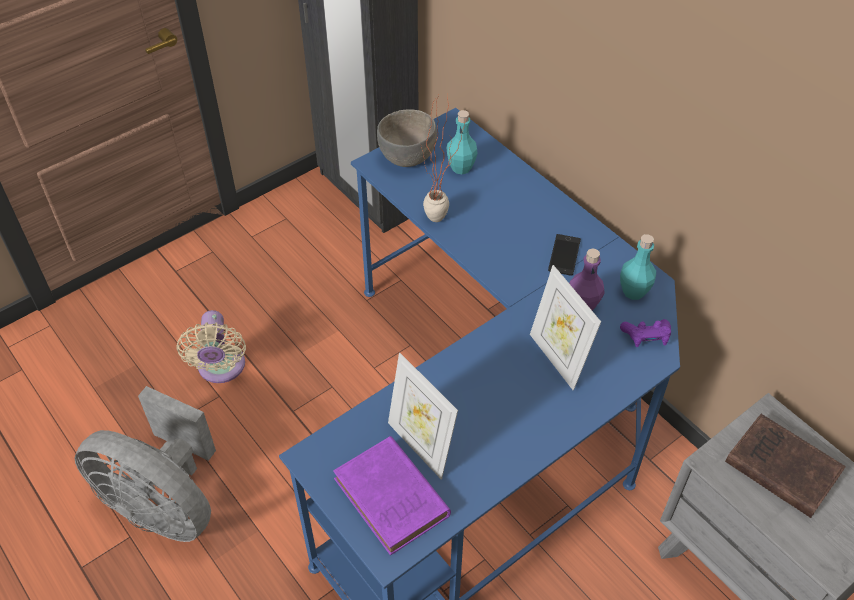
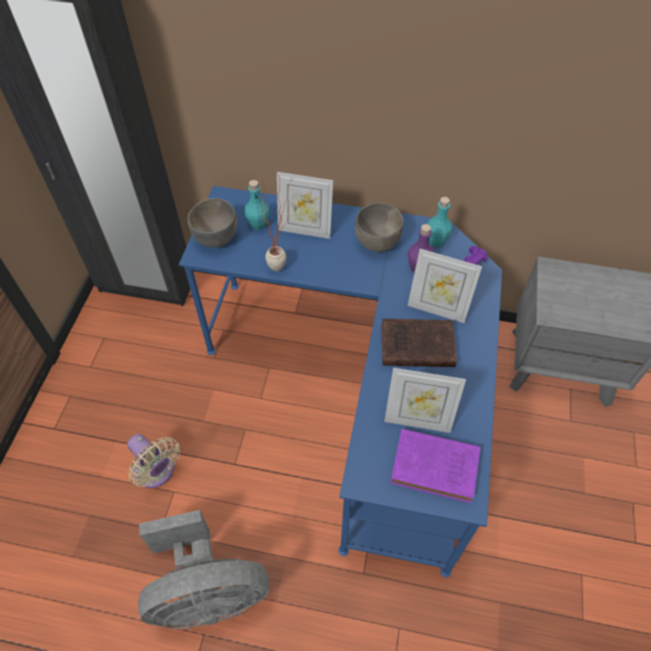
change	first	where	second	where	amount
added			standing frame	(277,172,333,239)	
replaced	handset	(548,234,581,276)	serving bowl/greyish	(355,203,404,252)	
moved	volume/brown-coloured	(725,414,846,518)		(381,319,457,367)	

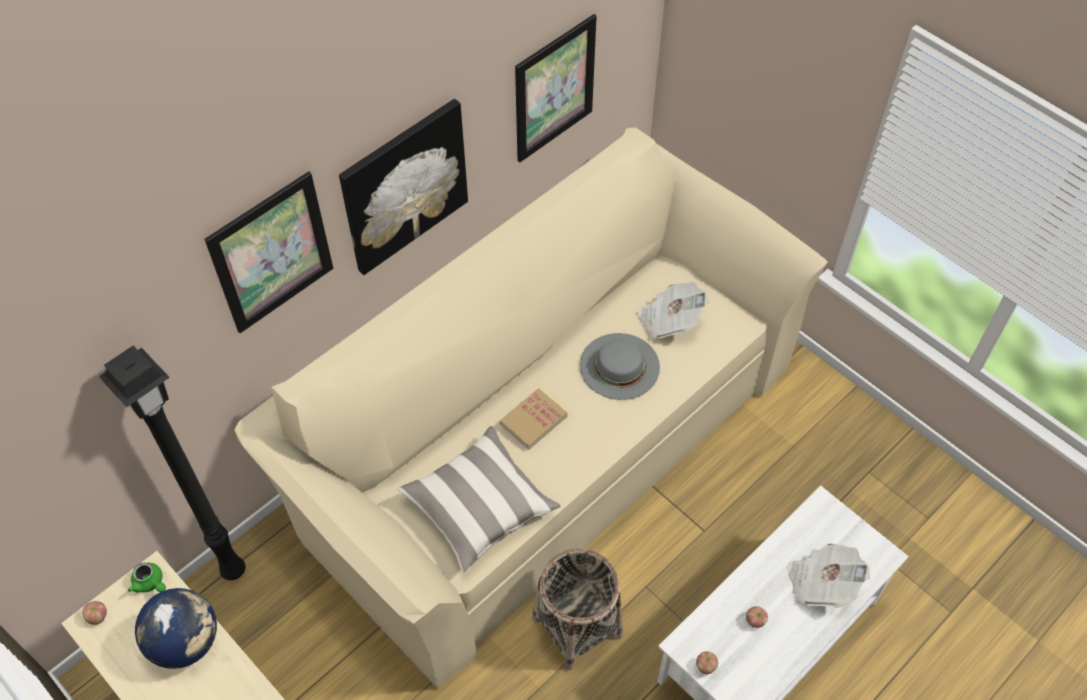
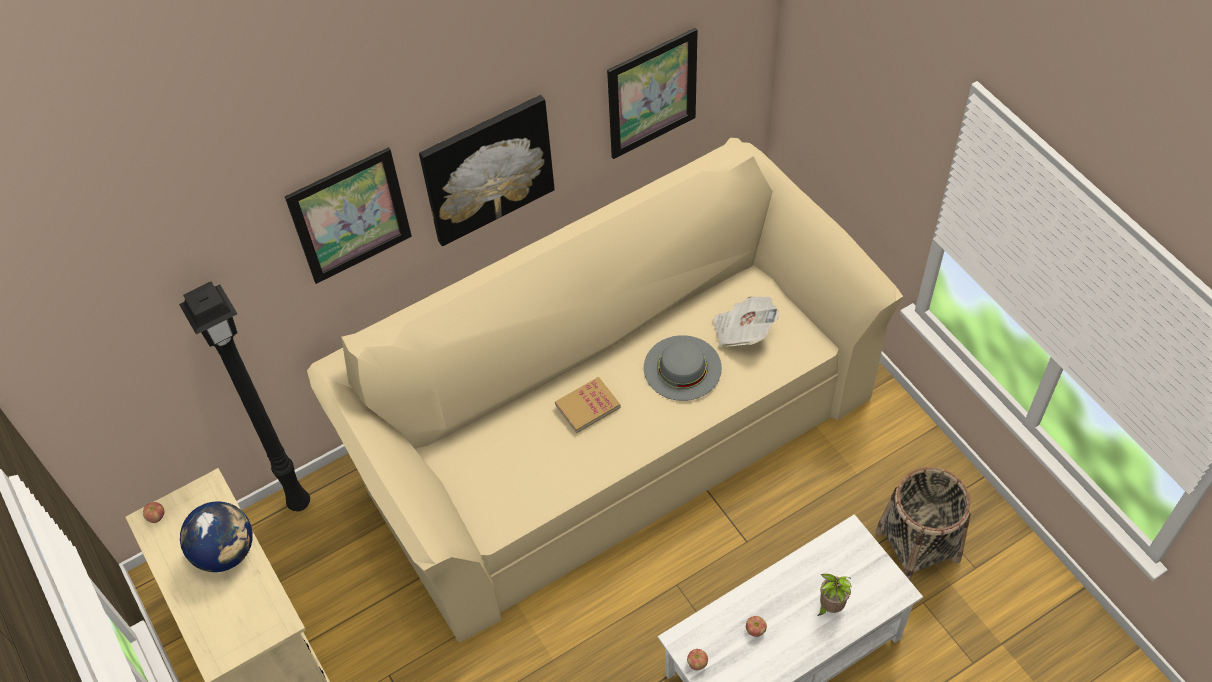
change	first	where	second	where	amount
replaced	printed paper	(787,543,870,608)	plant in a pot	(817,574,851,616)	
moved	storage basket	(532,548,623,670)		(876,467,971,581)	
removed	teapot/green-coloured	(128,562,166,593)			
removed	cushion	(397,426,561,573)			

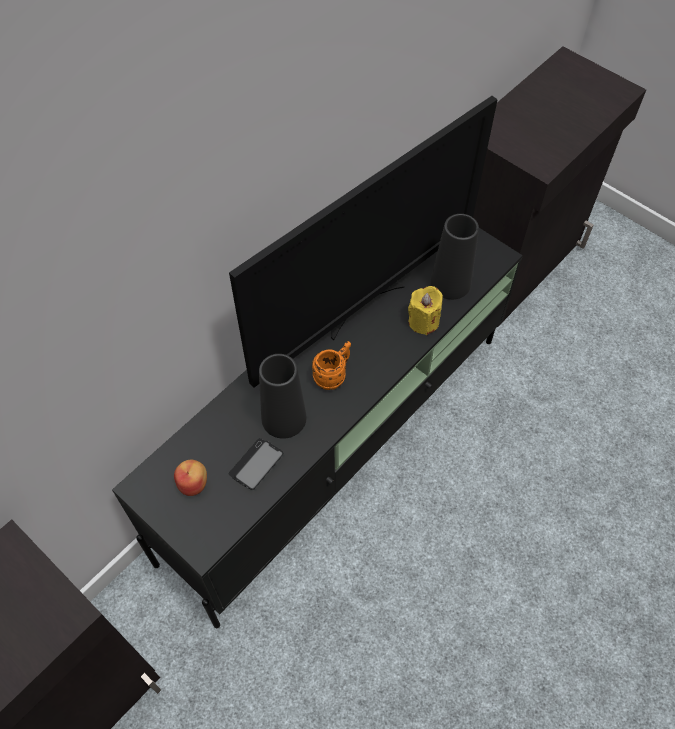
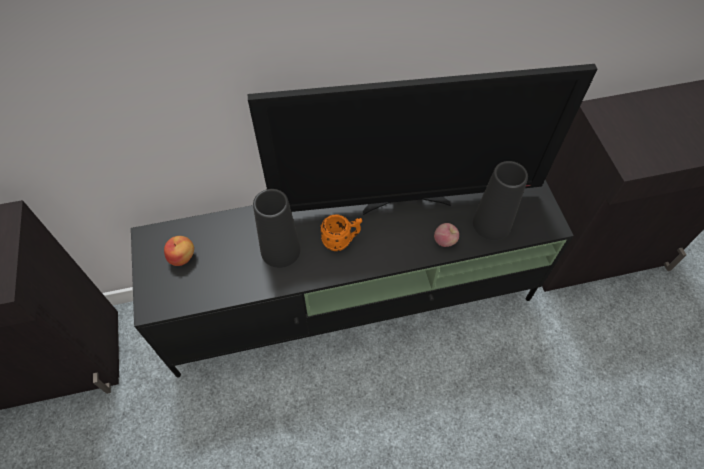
change	first	where	second	where	amount
replaced	candle/yellow-coloured	(408,286,443,335)	apple fruit	(434,223,459,247)	
removed	handset	(229,438,284,490)			

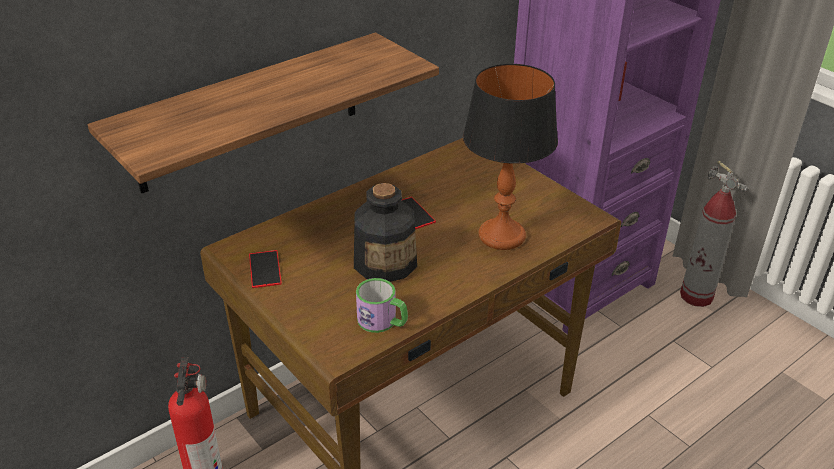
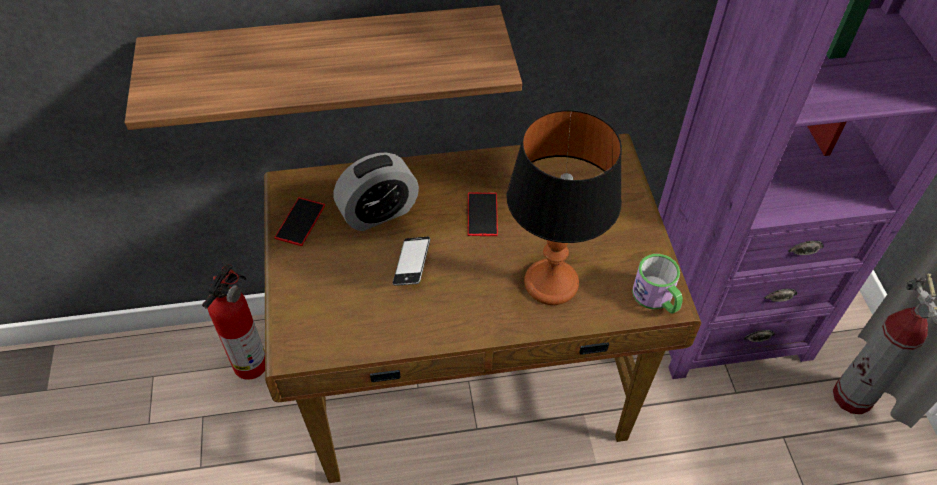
change	first	where	second	where	amount
added			alarm clock	(334,153,419,231)	
replaced	beverage bottle	(354,183,417,282)	handset	(393,236,430,286)	
moved	tea mug	(356,278,408,333)		(632,254,683,314)	

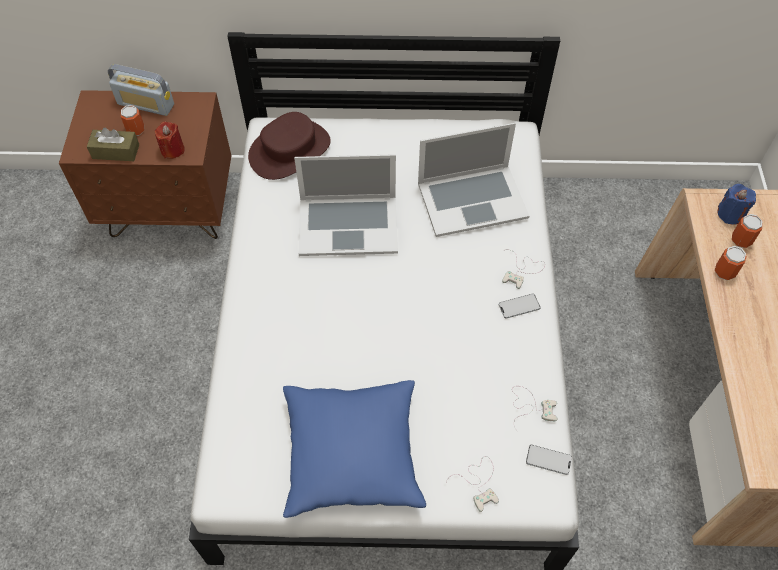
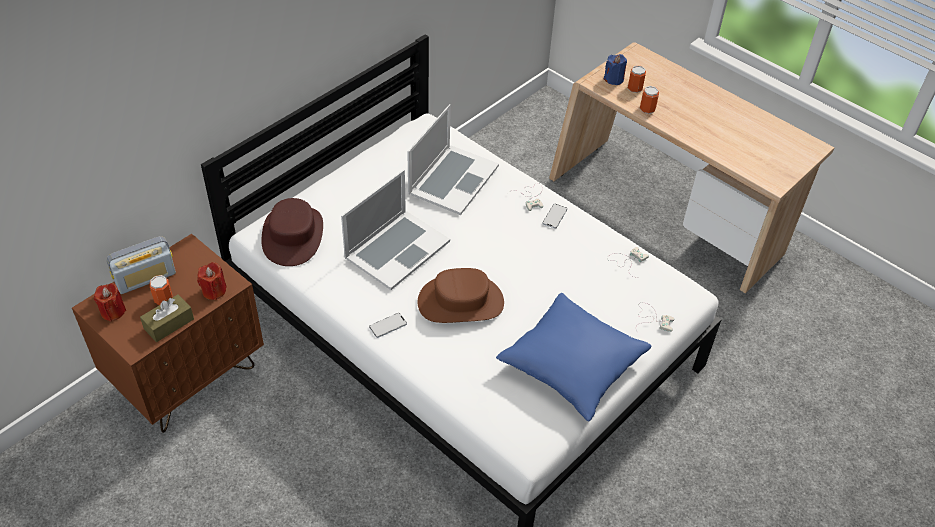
change	first	where	second	where	amount
added			candle/red	(94,283,126,322)	
moved	handset	(526,445,572,475)		(369,313,407,338)	
added			wearable hat/brown-coloured	(418,268,504,323)	

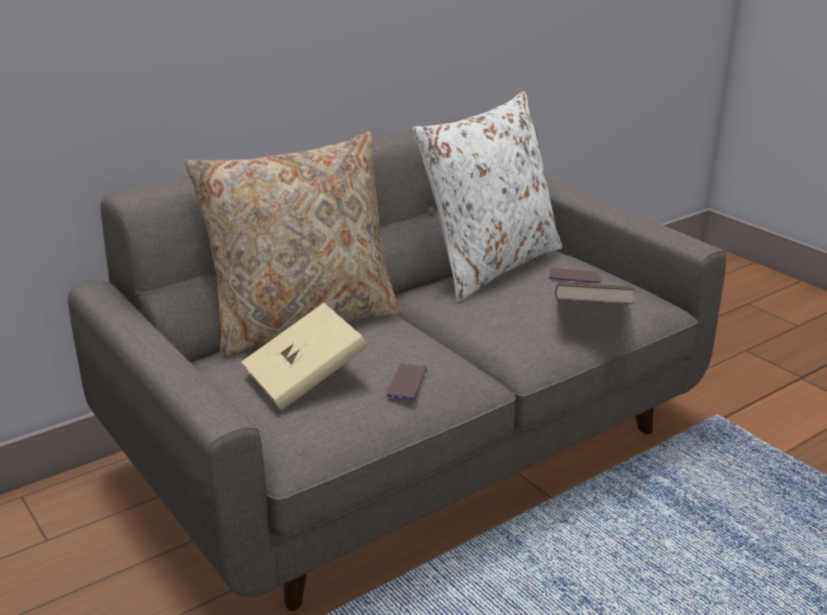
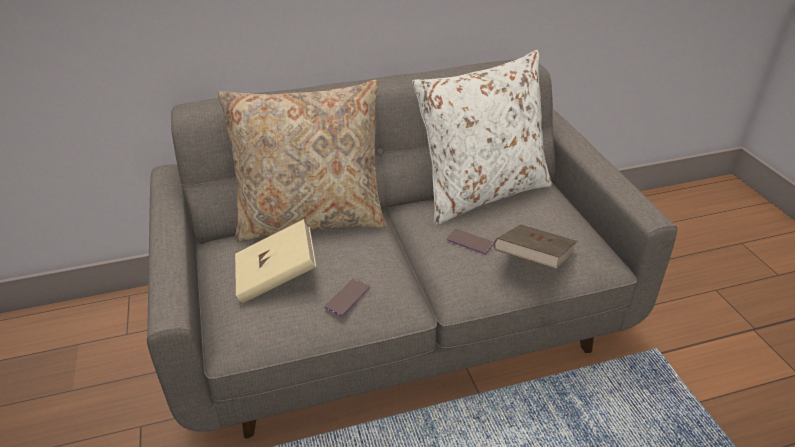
change	first	where	second	where	amount
moved	handset	(549,268,601,283)		(447,229,494,254)	

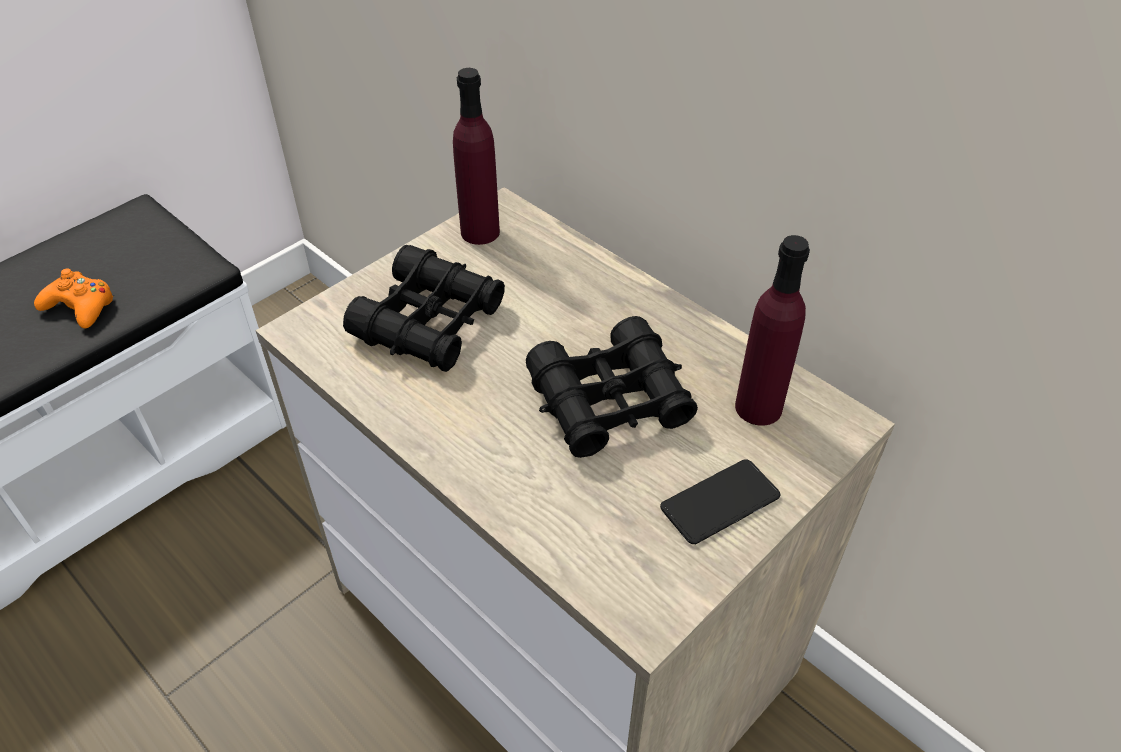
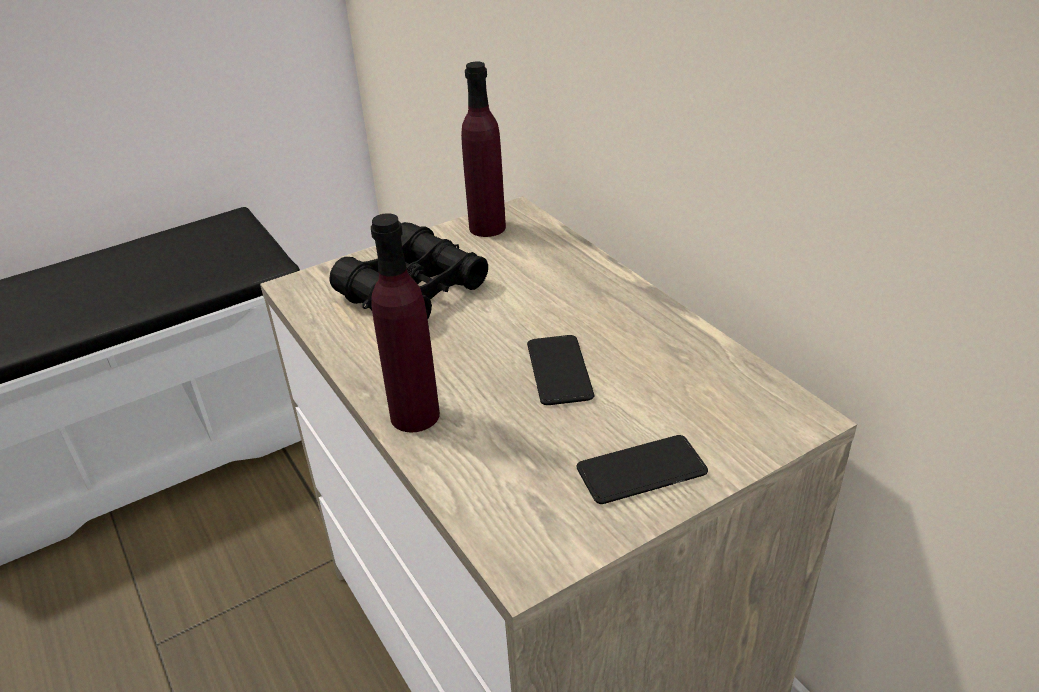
change	first	where	second	where	amount
moved	beverage bottle/purple	(735,235,810,426)		(371,213,440,432)	
replaced	pair of binoculars/black	(526,316,698,458)	handset	(527,335,594,405)	
removed	joypad/orange-coloured	(34,268,114,329)			

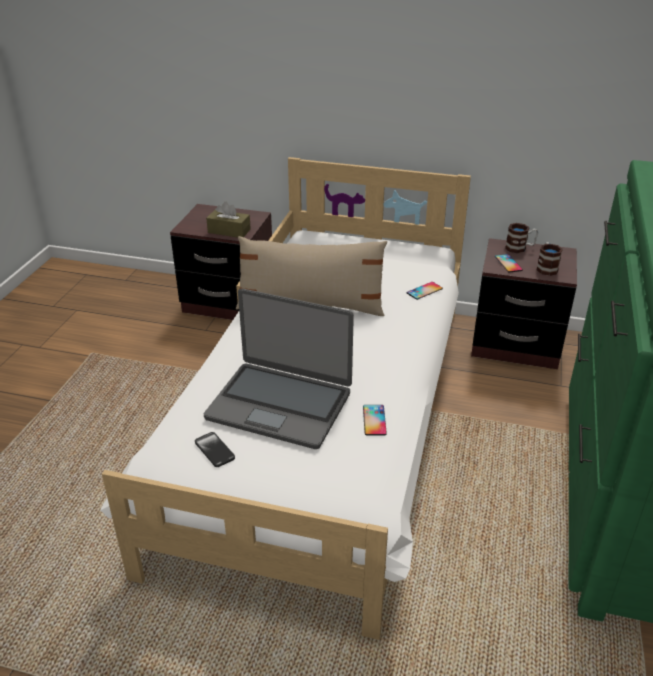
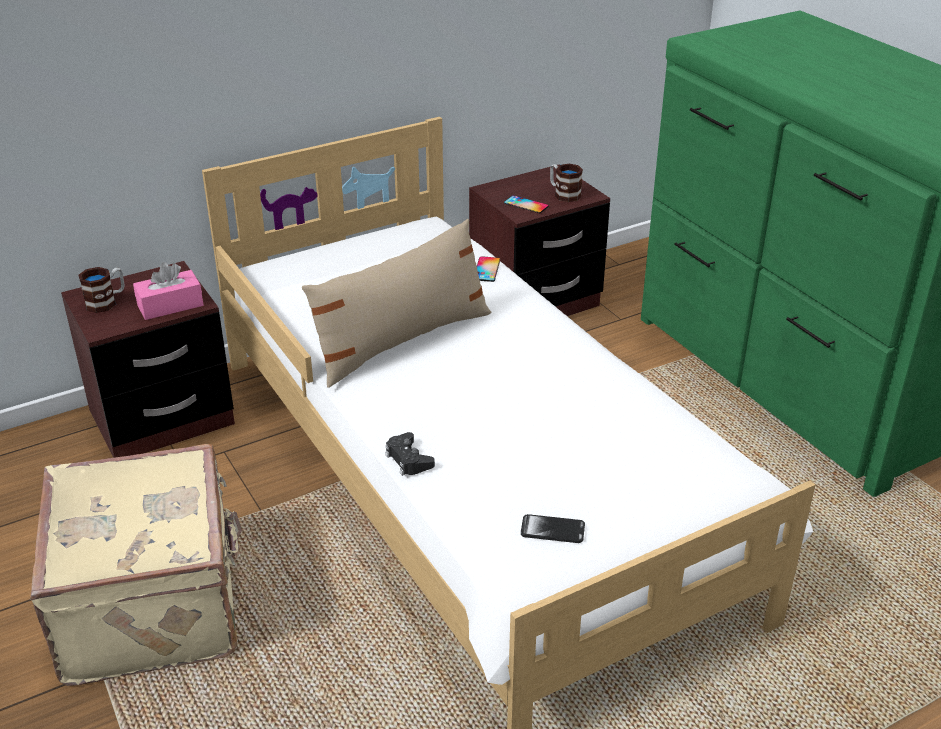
change	first	where	second	where	amount
added			travel case/beige-coloured	(30,444,242,686)	
moved	tea mug	(505,223,538,253)		(79,267,125,313)	
recoloured	tissue box/brown-coloured	(206,202,251,237)	tissue box/pinkish	(133,262,203,320)	
added			joypad/black	(385,432,435,476)	
removed	laptop	(204,288,354,449)			
removed	handset	(363,405,387,435)			

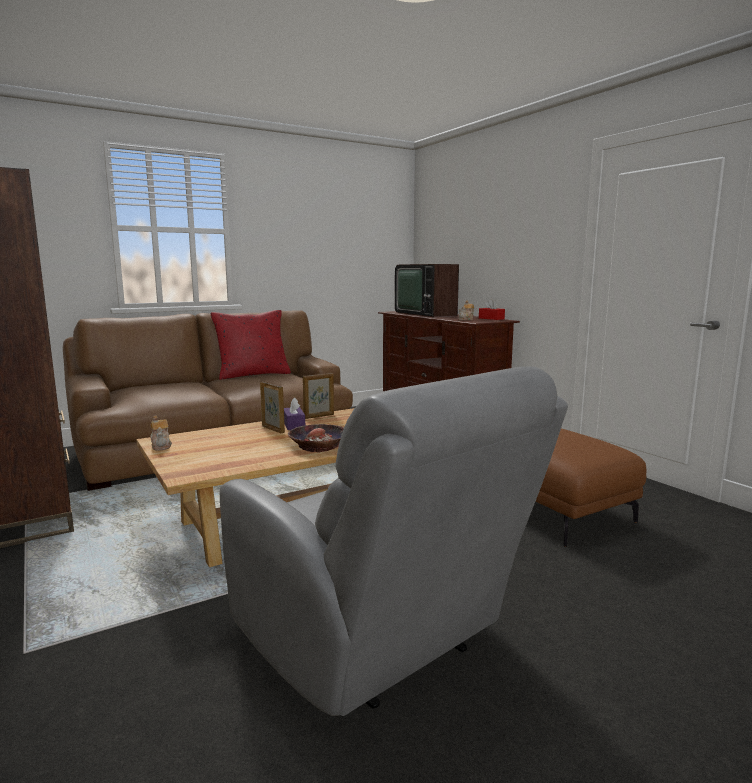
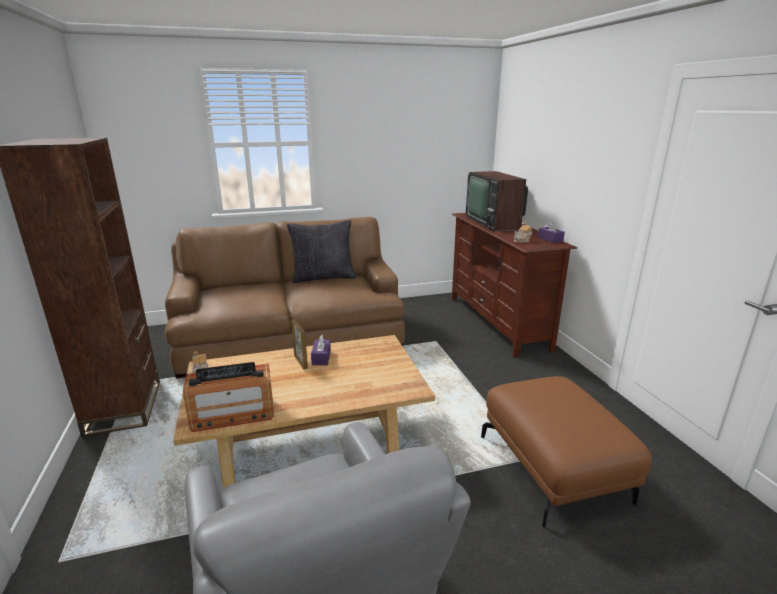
change	first	where	second	where	amount
added			radio receiver	(183,362,274,432)	
recoloured	cushion/red	(211,310,291,380)	cushion/black	(287,220,356,283)	
recoloured	tissue box/red	(479,299,505,320)	tissue box/purple	(538,220,565,243)	
removed	serving bowl	(287,424,344,452)			
removed	standing frame	(303,373,334,419)			

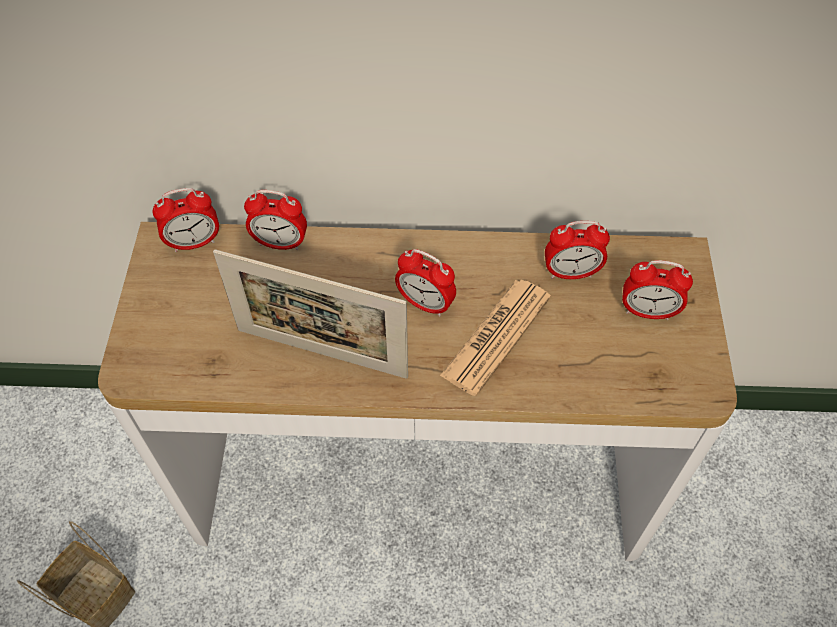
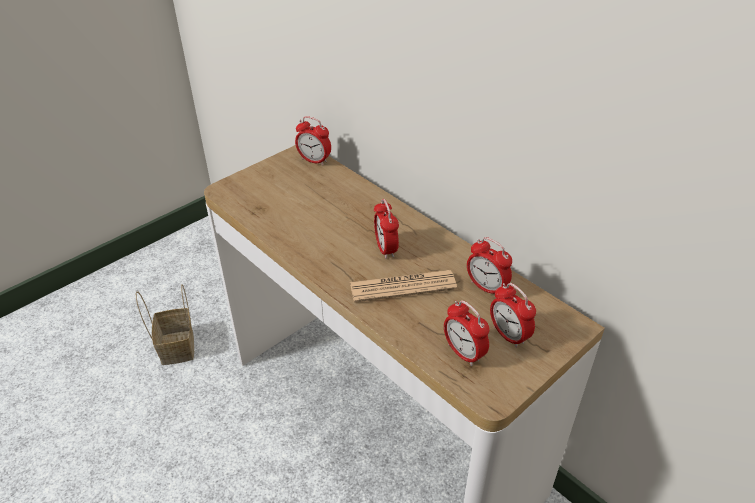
change	first	where	second	where	amount
moved	alarm clock	(244,190,307,250)		(444,300,489,366)	
removed	standing frame	(213,249,408,379)			

